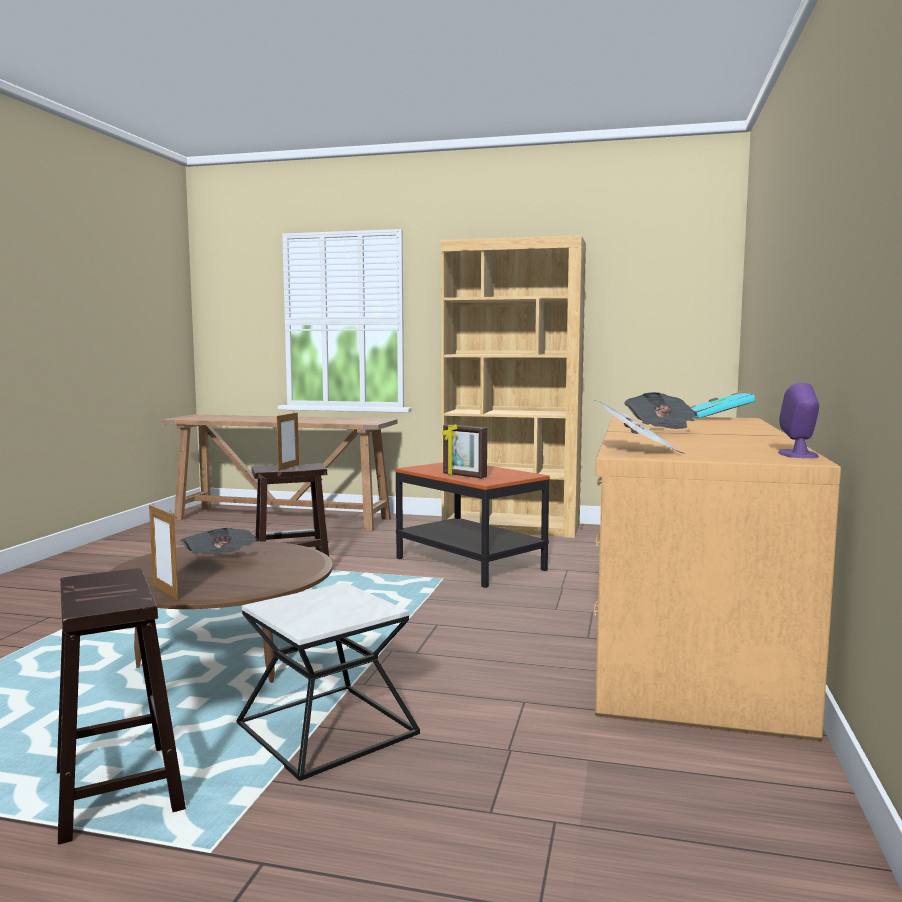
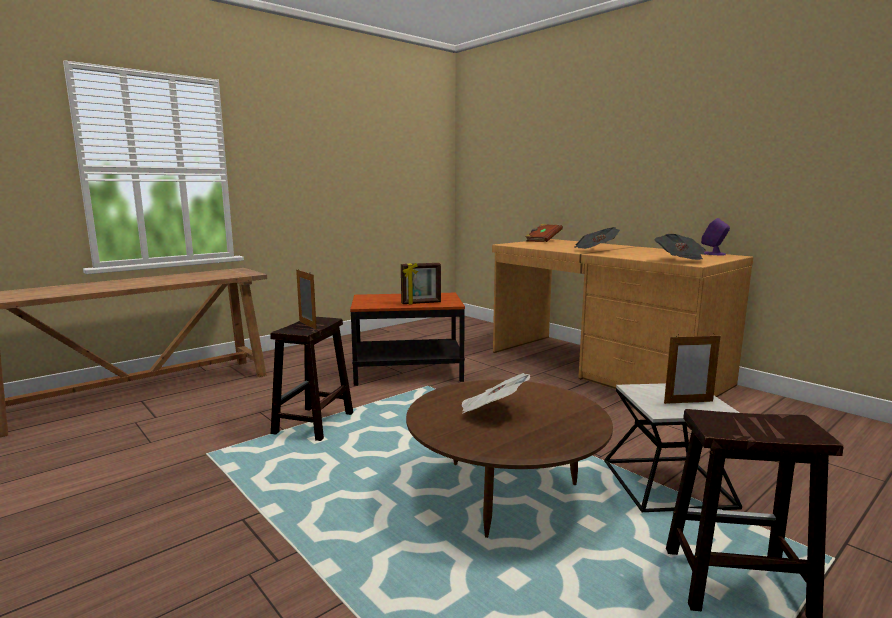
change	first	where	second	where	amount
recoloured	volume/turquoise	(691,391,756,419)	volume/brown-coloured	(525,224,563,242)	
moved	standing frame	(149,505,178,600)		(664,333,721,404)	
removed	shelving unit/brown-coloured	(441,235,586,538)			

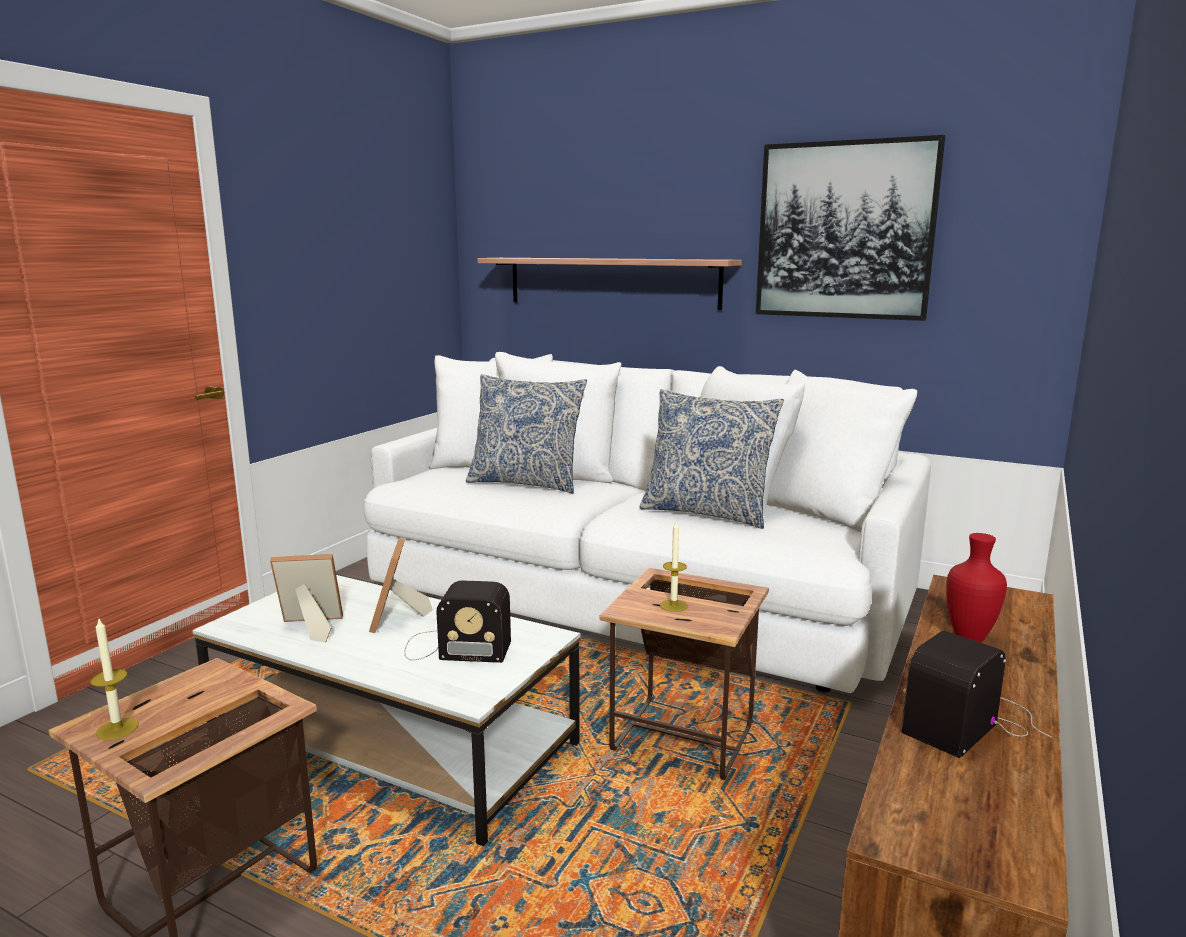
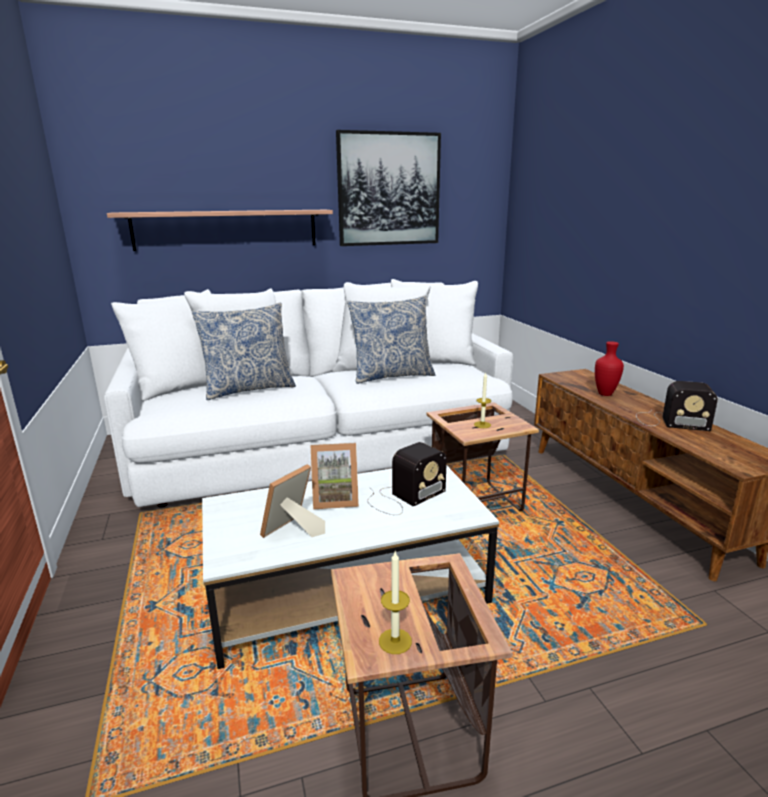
change	first	where	second	where	amount
turned	standing frame	(369,538,433,633)		(311,443,359,509)	45 degrees counterclockwise
turned	radio receiver	(901,631,1053,758)		(636,381,718,431)	75 degrees counterclockwise

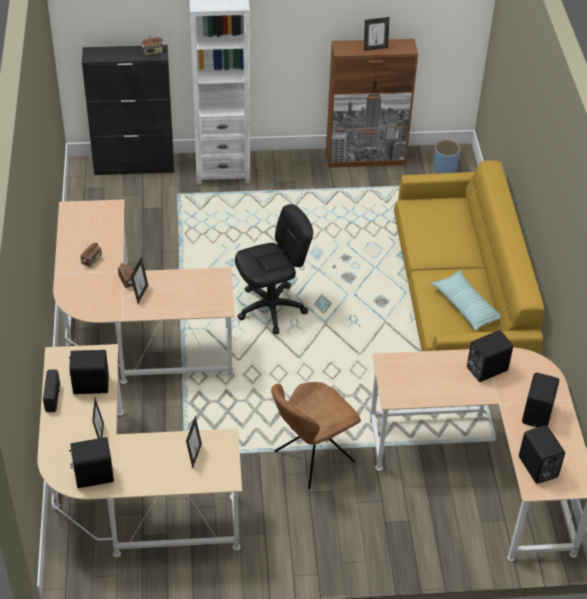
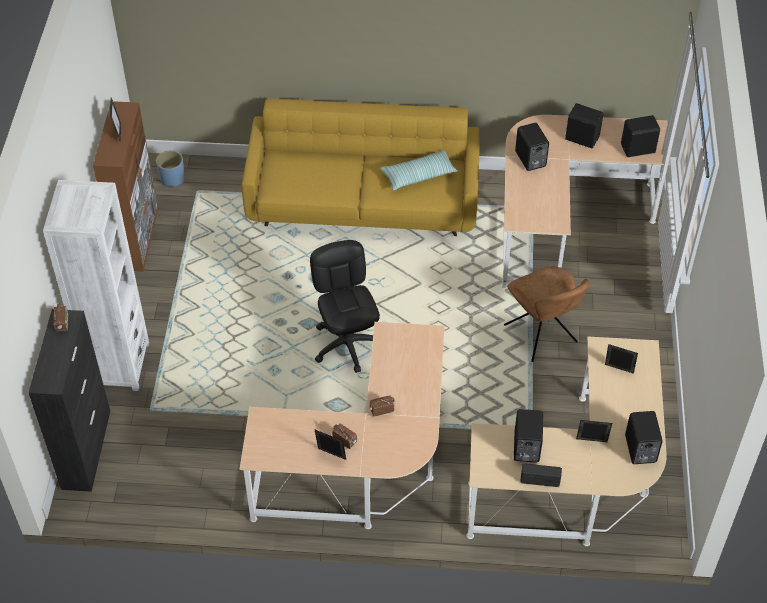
change	first	where	second	where	amount
moved	standing frame	(131,257,148,303)		(314,429,346,460)	

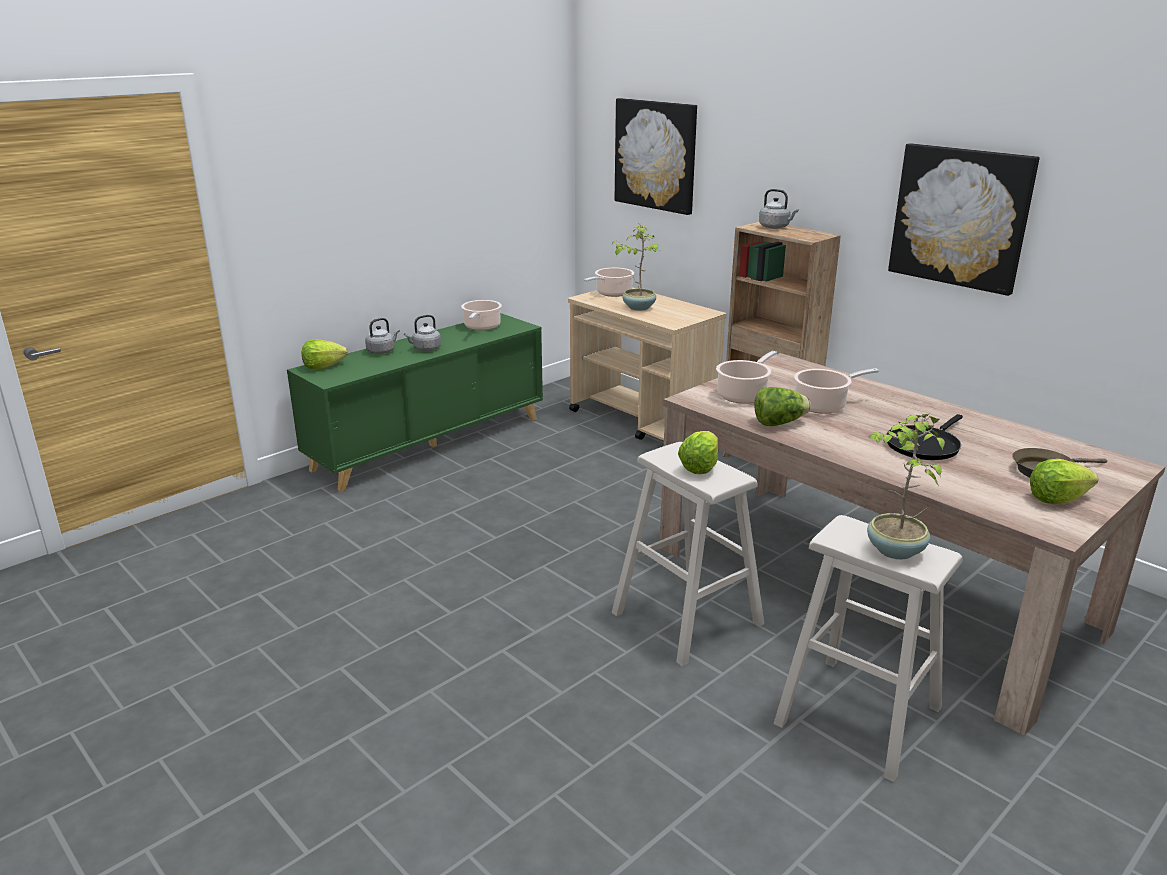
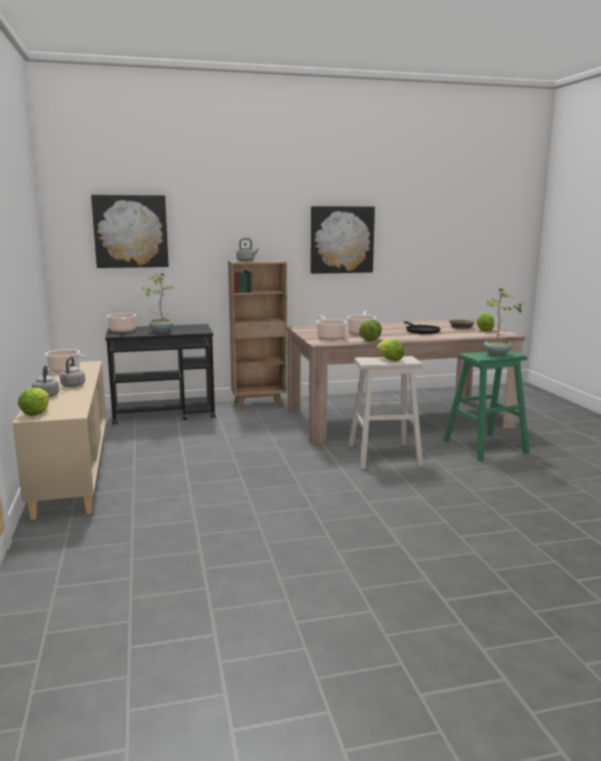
change	first	where	second	where	amount
recoloured	cupboard/green-coloured	(287,313,543,492)	cupboard/beige-coloured	(12,361,106,520)	
recoloured	cart/beige-coloured	(568,287,726,440)	cart/black	(105,324,216,425)	
recoloured	stool seat/beige-coloured	(774,515,963,782)	stool seat/green-coloured	(443,351,530,461)	

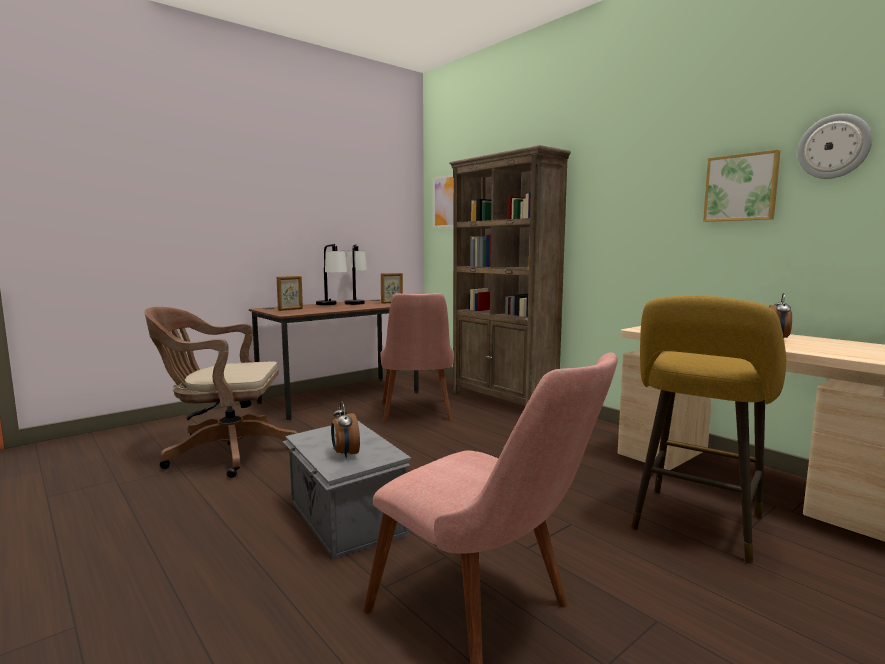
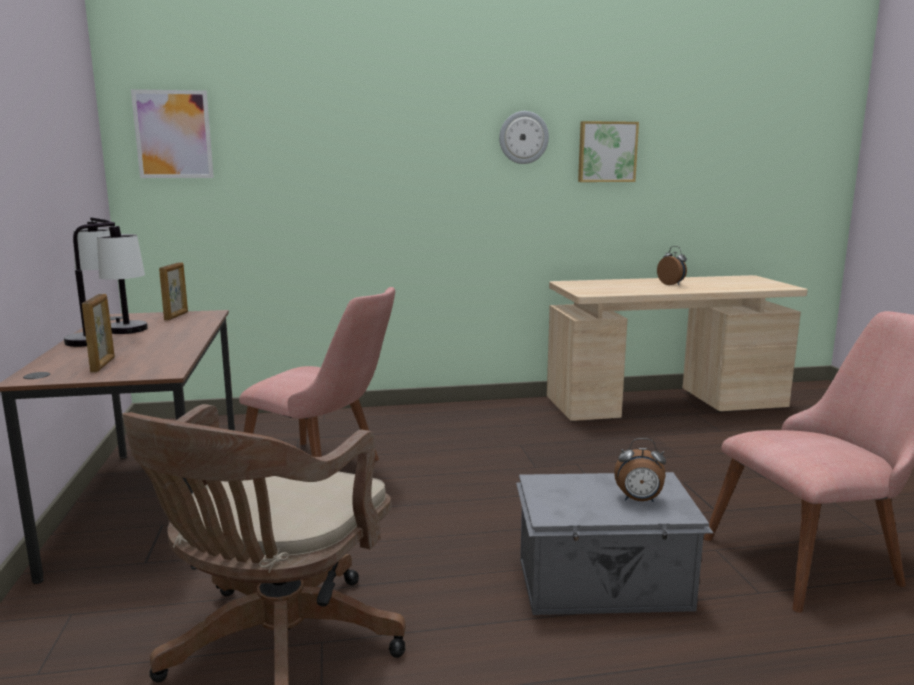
change	first	where	second	where	amount
moved	clock on the wall	(798,114,872,179)		(499,111,549,164)	
removed	shelving unit/brown-coloured	(449,145,571,406)			
removed	stool seat/yellow-coloured	(631,296,786,563)			

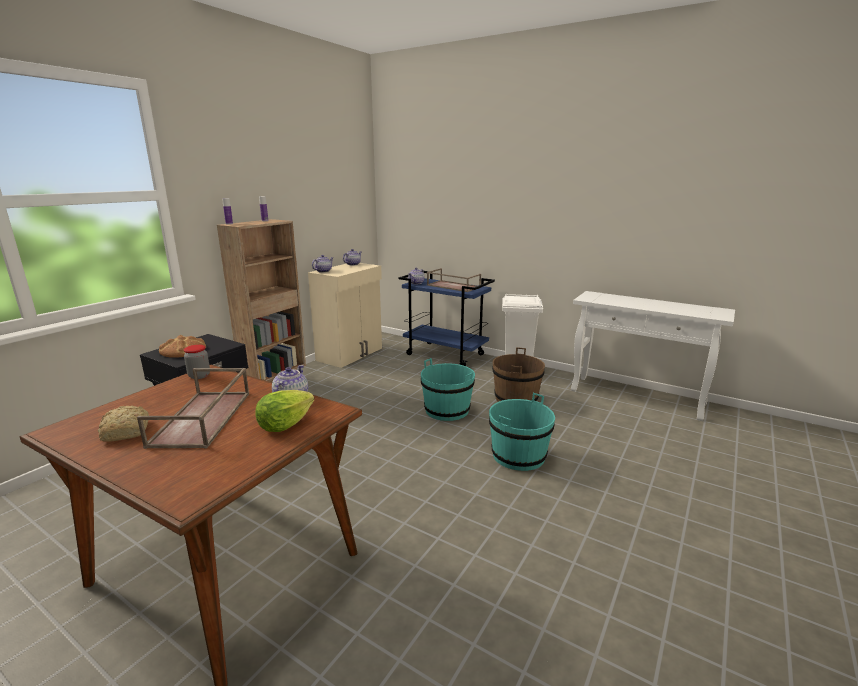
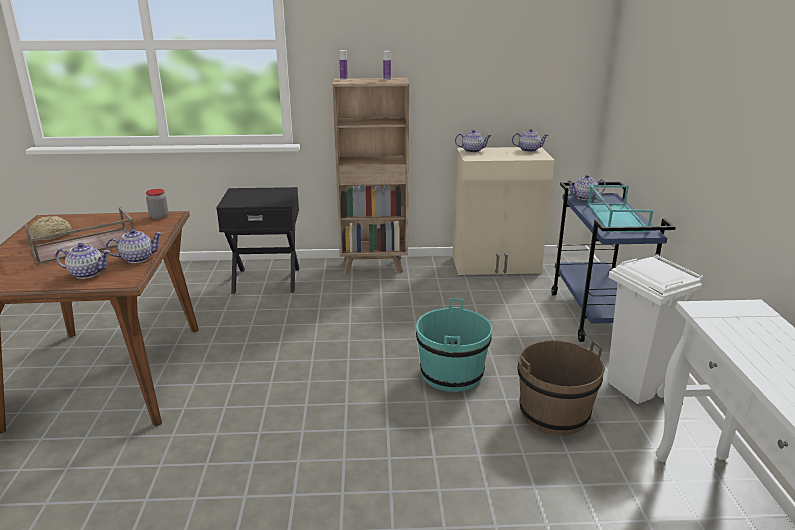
change	first	where	second	where	amount
replaced	lettuce	(255,390,314,432)	teapot	(55,243,110,279)	
recoloured	carrying tray/brown-coloured	(427,268,481,292)	carrying tray/turquoise	(588,185,653,232)	
removed	bread	(159,335,206,358)			
removed	water bucket/turquoise	(489,393,555,471)			

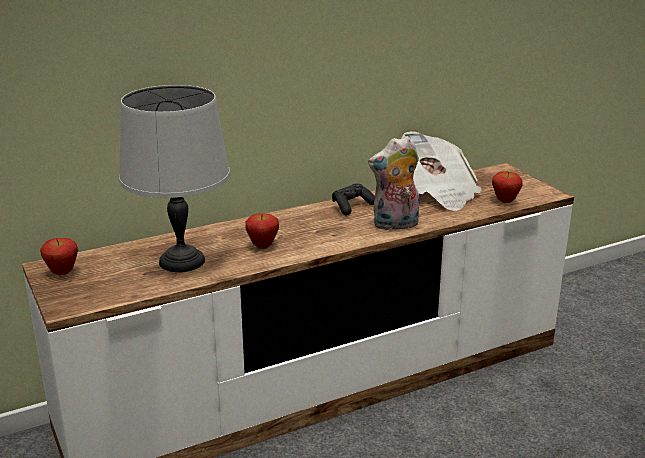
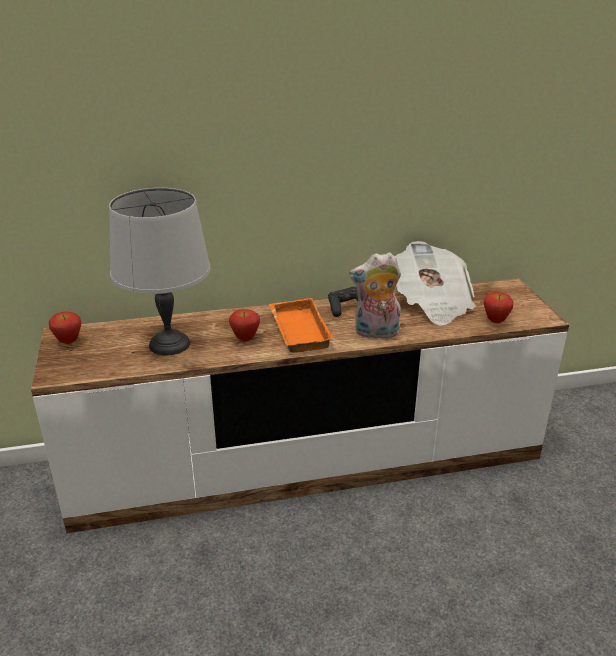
change	first	where	second	where	amount
added			carrying tray/orange-coloured	(269,298,334,353)	

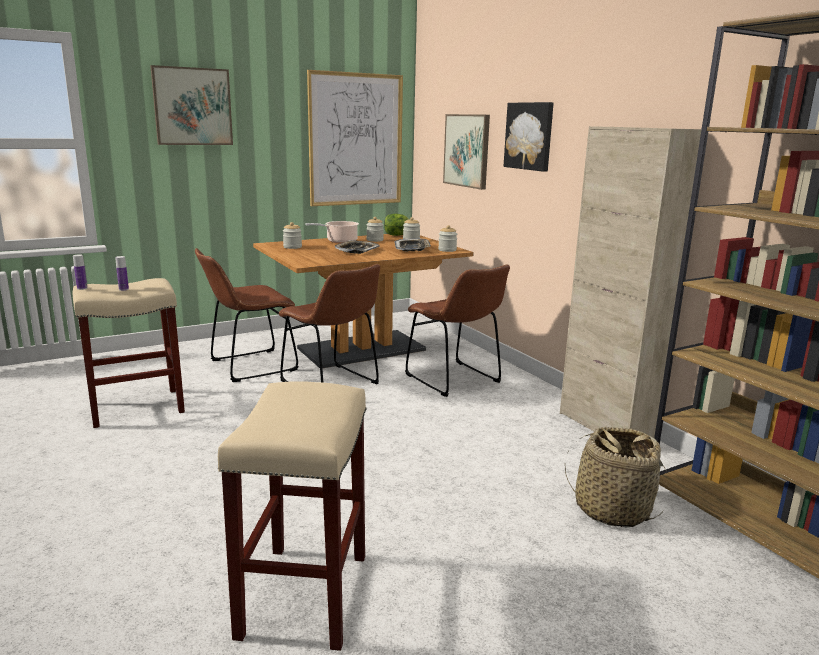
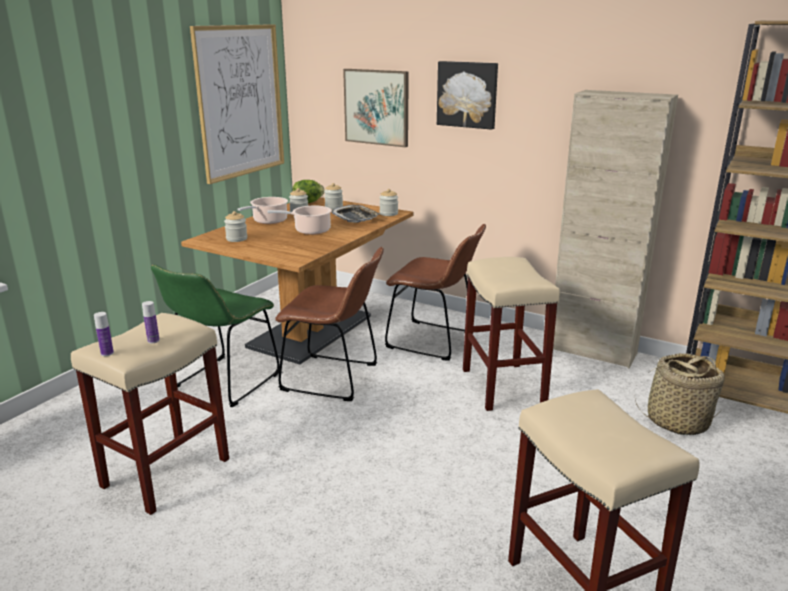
change	first	where	second	where	amount
recoloured	upright chair/brown-coloured	(195,248,299,382)	upright chair/green-coloured	(151,265,280,407)	
replaced	carrying tray	(335,240,380,254)	cooking pot	(267,206,332,235)	
added			stool seat/beige-coloured	(463,257,560,411)	
removed	picture	(150,65,233,145)			

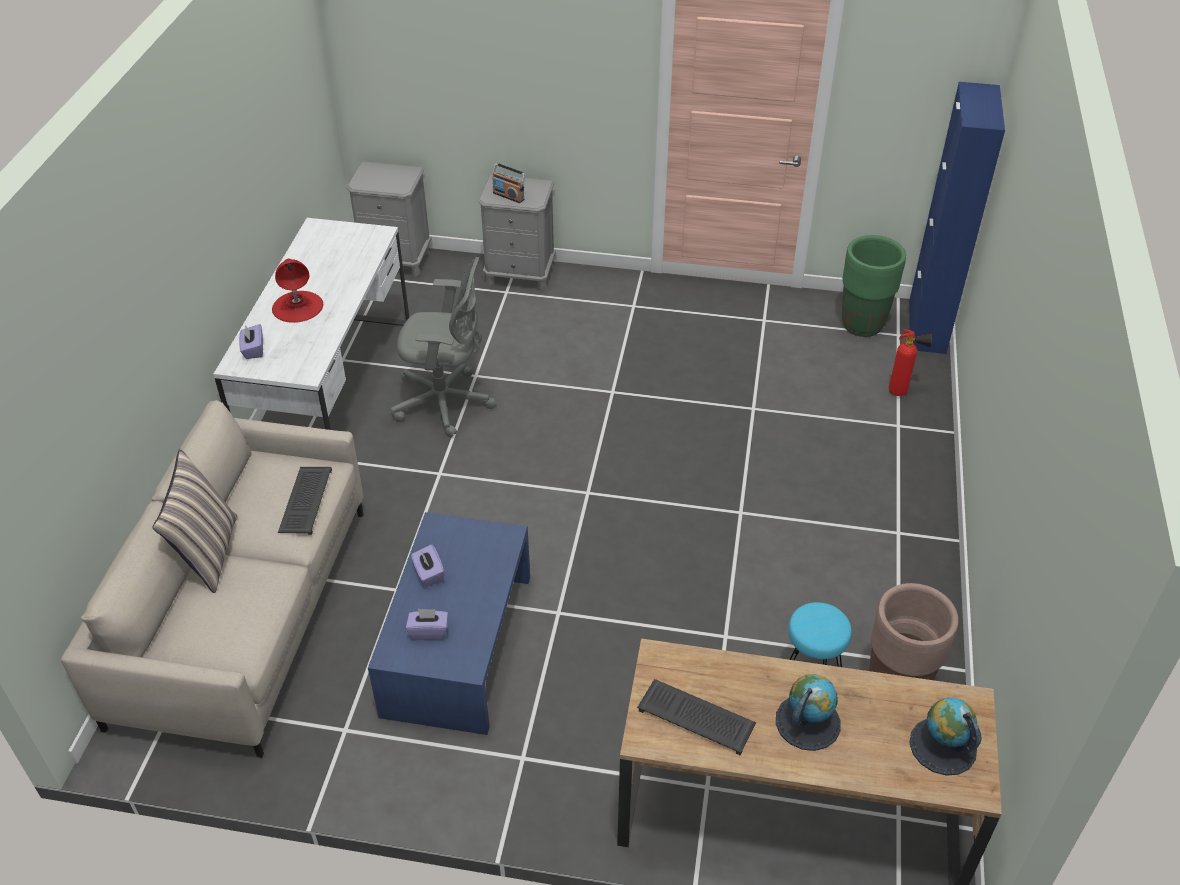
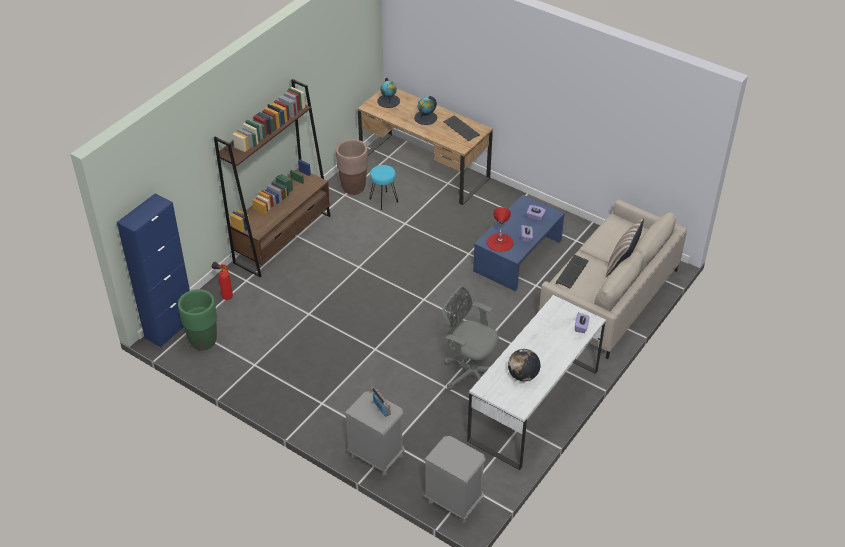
change	first	where	second	where	amount
added			shelving unit/brown-coloured	(214,79,331,278)	
moved	lamp for a table/red	(272,259,323,323)		(487,207,514,252)	
added			desk globe	(508,349,541,381)	

